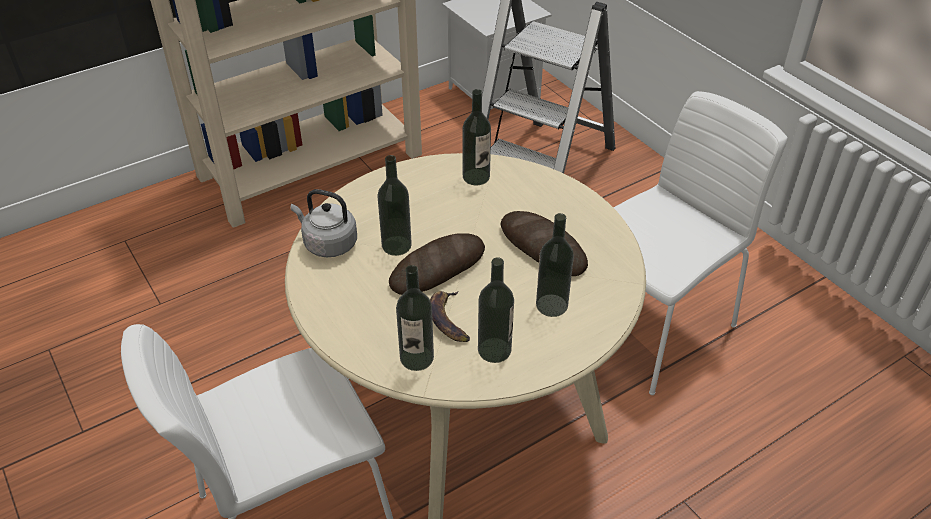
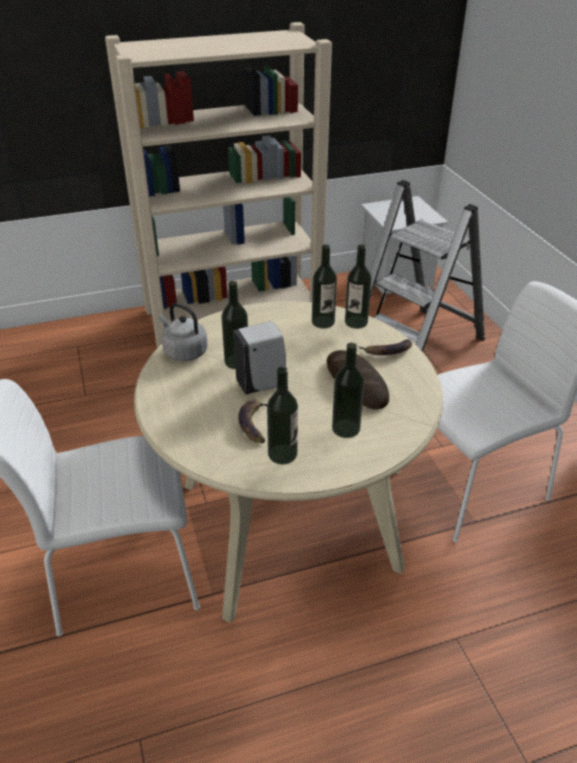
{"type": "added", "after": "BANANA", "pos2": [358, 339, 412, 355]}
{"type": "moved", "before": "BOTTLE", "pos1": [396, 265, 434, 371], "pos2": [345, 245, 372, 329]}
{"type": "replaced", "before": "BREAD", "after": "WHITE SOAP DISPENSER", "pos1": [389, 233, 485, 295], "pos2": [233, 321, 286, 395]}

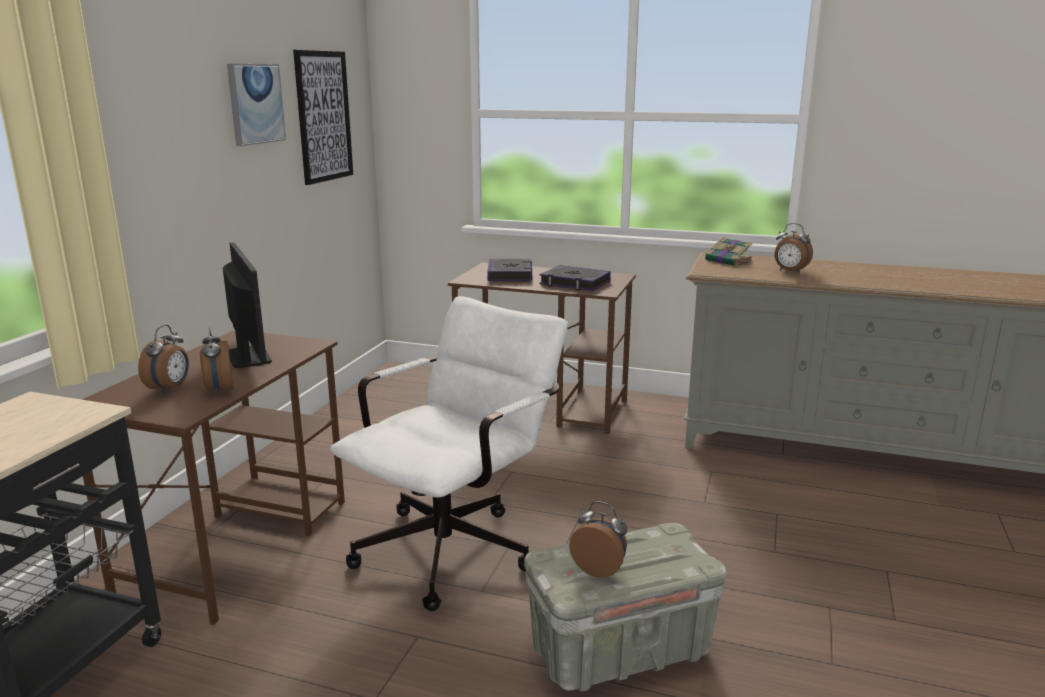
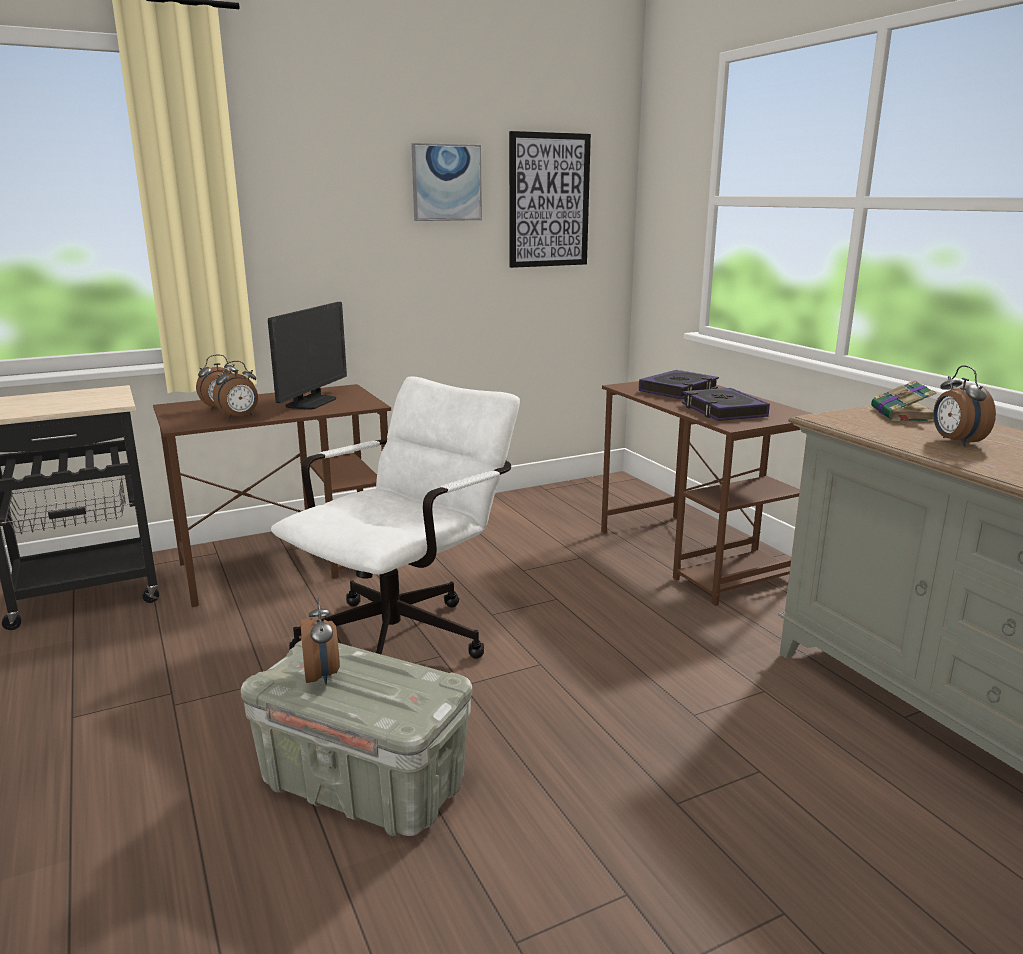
{"type": "turned", "before": "ALARM CLOCK", "pos1": [200, 326, 233, 395], "pos2": [213, 361, 258, 419], "turn": -150}
{"type": "turned", "before": "WHITE OFFICE CHAIR", "pos1": [330, 296, 568, 611], "pos2": [271, 376, 520, 659], "turn": -45}

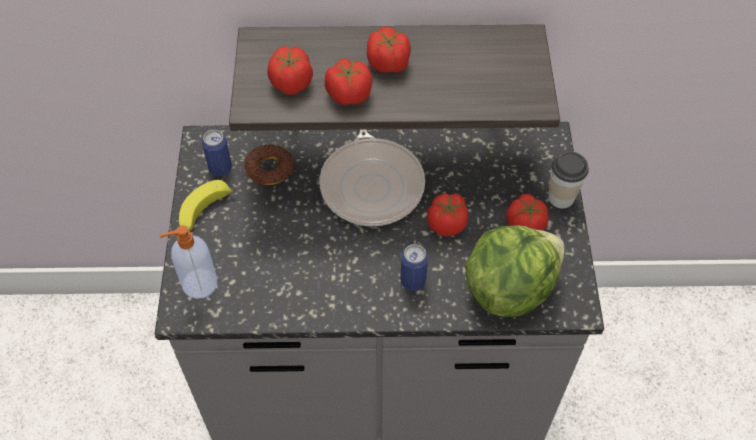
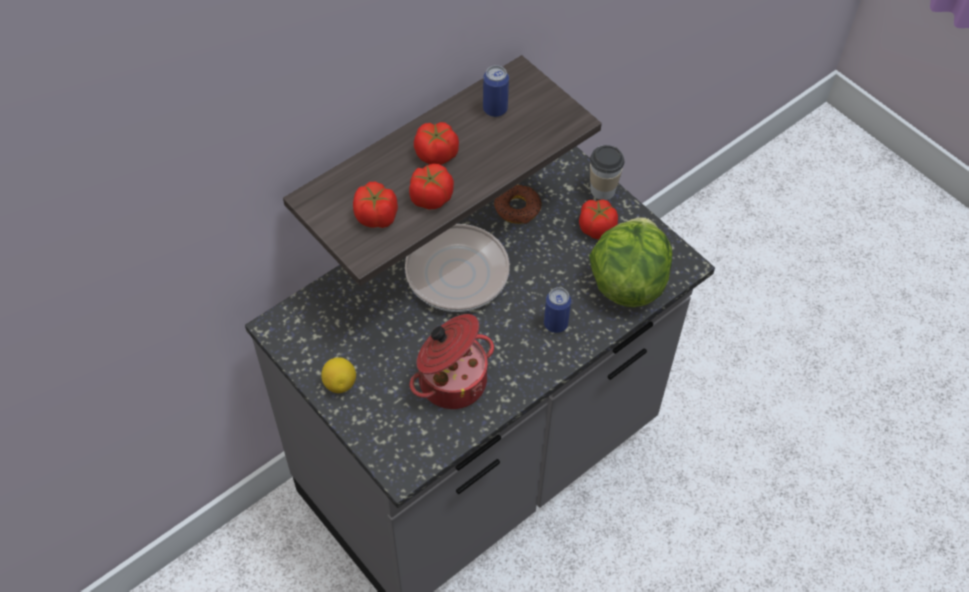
{"type": "removed", "before": "SOAP DISPENSER", "pos1": [159, 225, 217, 299]}
{"type": "removed", "before": "TOMATO", "pos1": [427, 193, 468, 237]}
{"type": "added", "after": "COOKING POT", "pos2": [410, 314, 494, 409]}
{"type": "moved", "before": "CAN", "pos1": [202, 130, 232, 176], "pos2": [483, 65, 509, 117]}
{"type": "moved", "before": "DONUT", "pos1": [244, 144, 294, 186], "pos2": [494, 185, 542, 224]}
{"type": "replaced", "before": "BANANA", "after": "LEMON", "pos1": [179, 180, 235, 232], "pos2": [321, 357, 356, 393]}

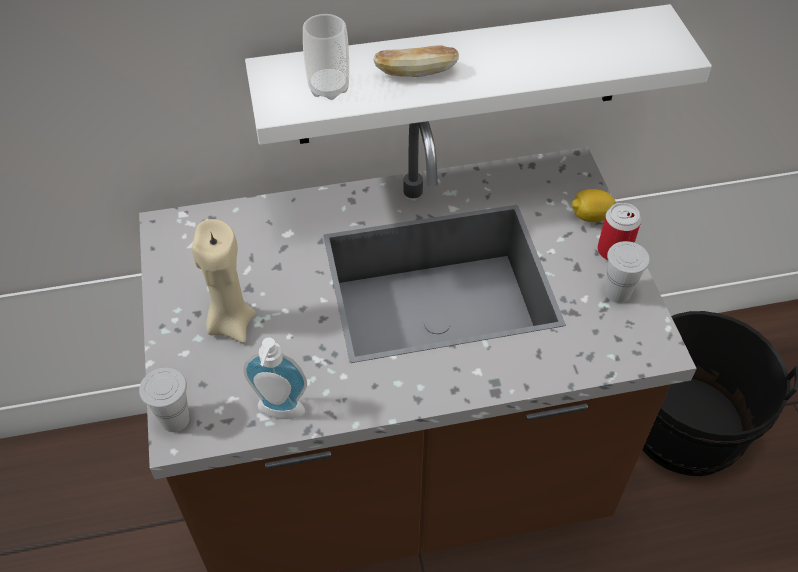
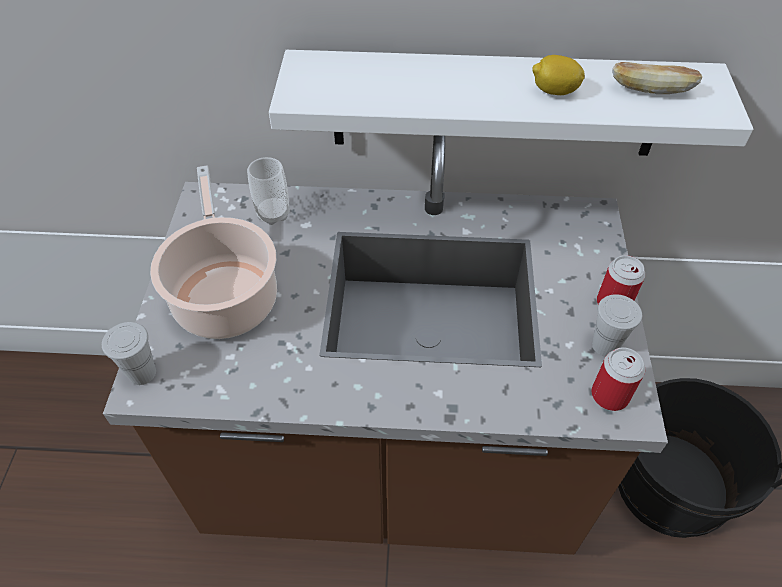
{"type": "removed", "before": "SOAP DISPENSER", "pos1": [243, 337, 307, 419]}
{"type": "added", "after": "CAN", "pos2": [591, 347, 645, 411]}
{"type": "moved", "before": "CUP", "pos1": [303, 14, 349, 100], "pos2": [247, 157, 289, 225]}
{"type": "moved", "before": "BREAD", "pos1": [373, 45, 459, 77], "pos2": [612, 62, 702, 94]}
{"type": "moved", "before": "LEMON", "pos1": [572, 189, 616, 222], "pos2": [532, 55, 585, 95]}
{"type": "replaced", "before": "BEIGE CANDLE", "after": "COOKING POT", "pos1": [192, 219, 256, 343], "pos2": [150, 165, 277, 339]}

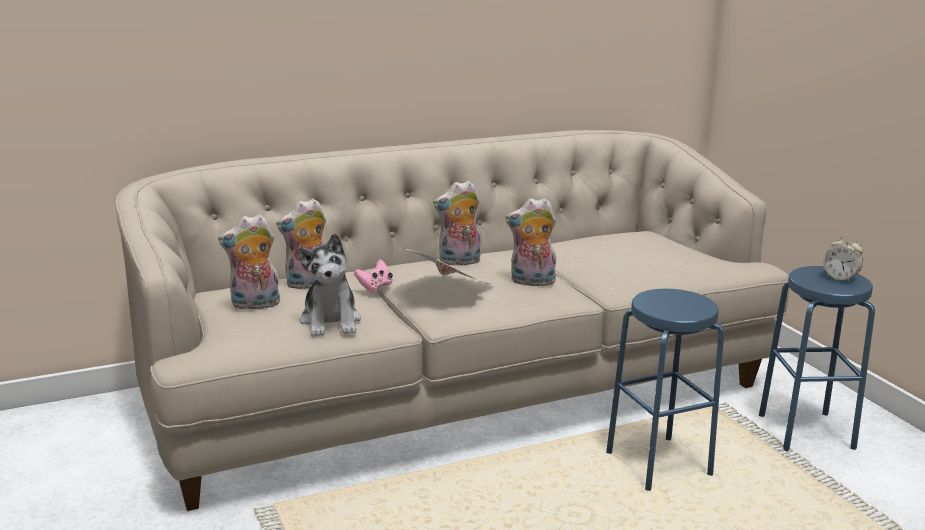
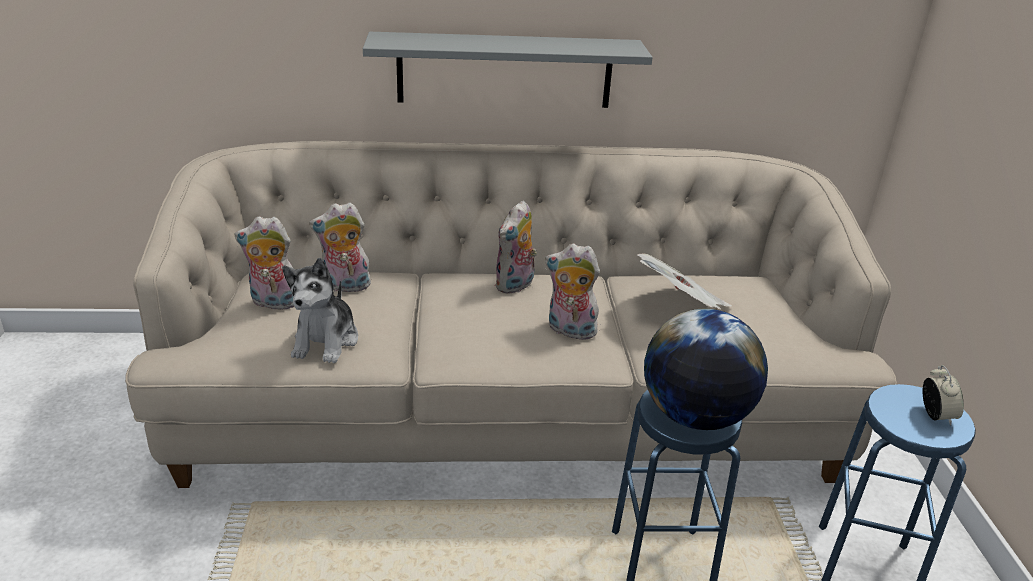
{"type": "removed", "before": "PINK GAME CONTROLLER", "pos1": [354, 259, 393, 292]}
{"type": "added", "after": "GREY SHELF", "pos2": [363, 32, 653, 108]}
{"type": "added", "after": "GLOBE", "pos2": [644, 309, 768, 430]}
{"type": "moved", "before": "NEWSPAPER", "pos1": [401, 248, 494, 284], "pos2": [637, 253, 732, 309]}
{"type": "turned", "before": "PLUSH TOY", "pos1": [433, 180, 481, 266], "pos2": [495, 201, 537, 294], "turn": -60}
{"type": "turned", "before": "ALARM CLOCK", "pos1": [823, 235, 864, 283], "pos2": [923, 365, 964, 426], "turn": -150}

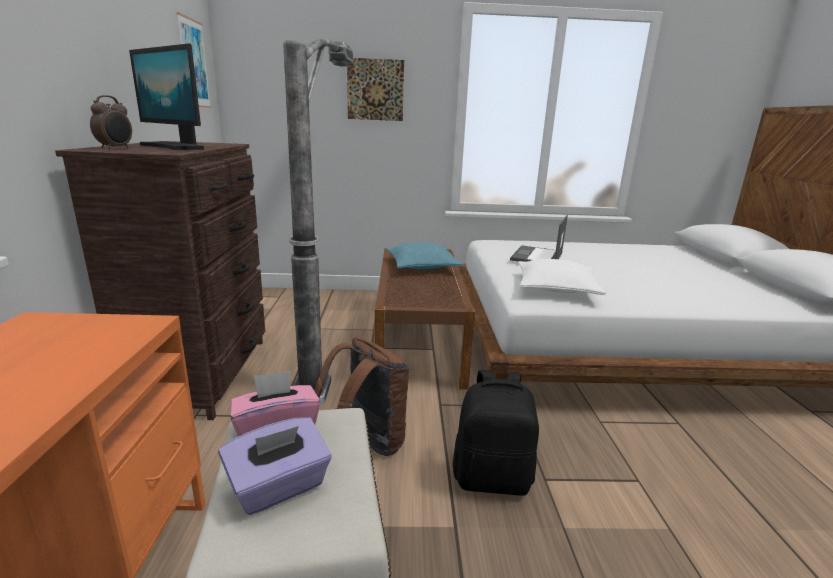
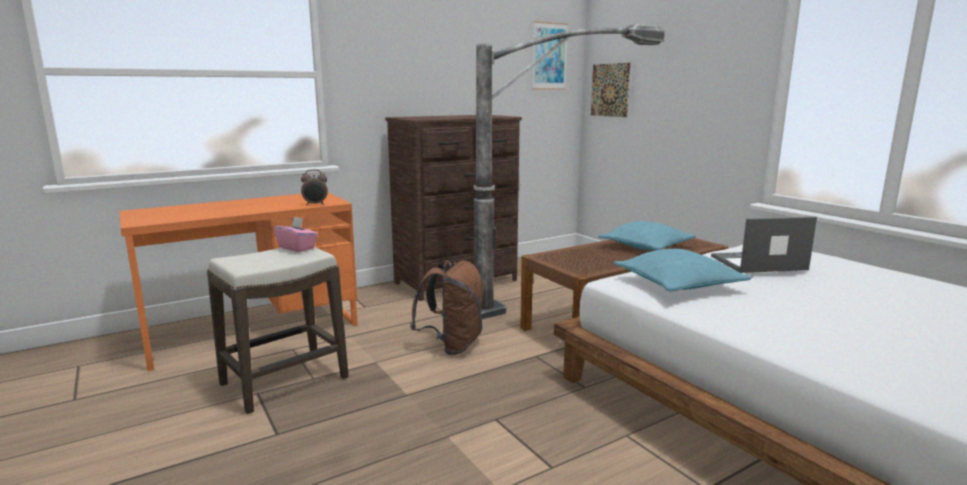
{"type": "removed", "before": "MONITOR", "pos1": [129, 43, 204, 150]}
{"type": "removed", "before": "PURPLE TISSUE BOX", "pos1": [219, 417, 331, 515]}
{"type": "removed", "before": "BLACK BACKPACK", "pos1": [453, 370, 539, 496]}
{"type": "moved", "before": "ALARM CLOCK", "pos1": [90, 95, 132, 149], "pos2": [301, 169, 328, 205]}
{"type": "moved", "before": "PICTURE", "pos1": [347, 58, 404, 121], "pos2": [591, 63, 631, 117]}
{"type": "recoloured", "before": "WHITE PILLOW", "after": "TURQUOISE PILLOW", "pos1": [518, 259, 607, 295], "pos2": [614, 249, 751, 292]}

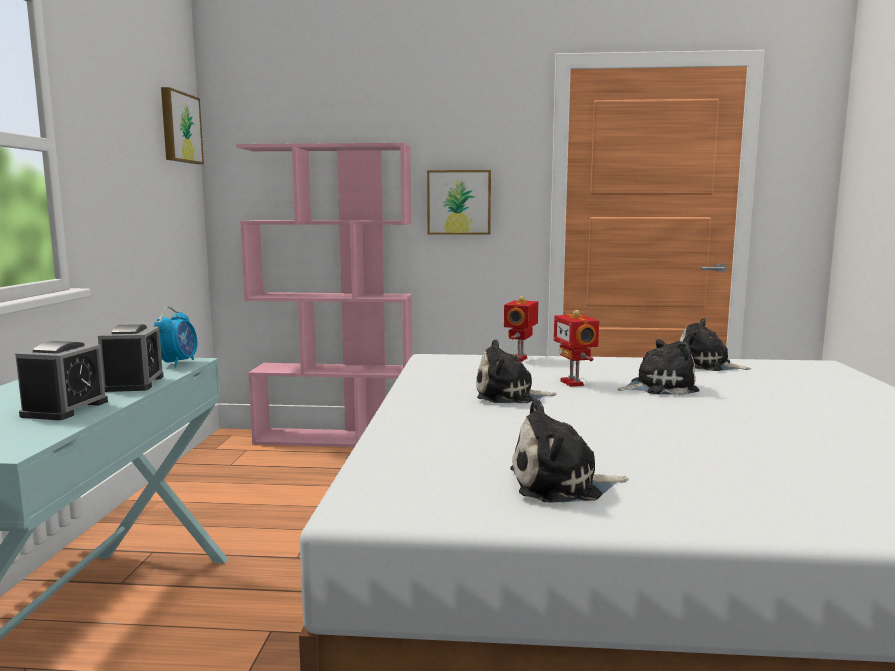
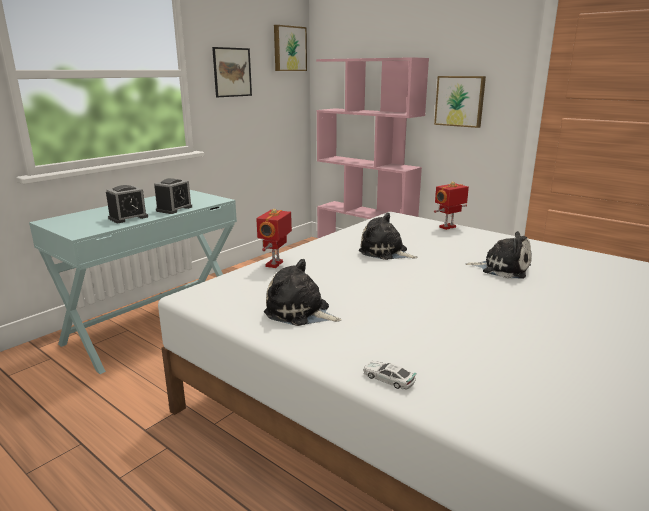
{"type": "removed", "before": "ALARM CLOCK", "pos1": [154, 306, 197, 368]}
{"type": "removed", "before": "PLUSH TOY", "pos1": [680, 318, 751, 371]}
{"type": "added", "after": "PICTURE", "pos2": [212, 47, 252, 97]}
{"type": "added", "after": "TOY CAR", "pos2": [363, 361, 417, 390]}
{"type": "moved", "before": "TOY ROBOT", "pos1": [554, 310, 599, 387], "pos2": [256, 209, 292, 268]}

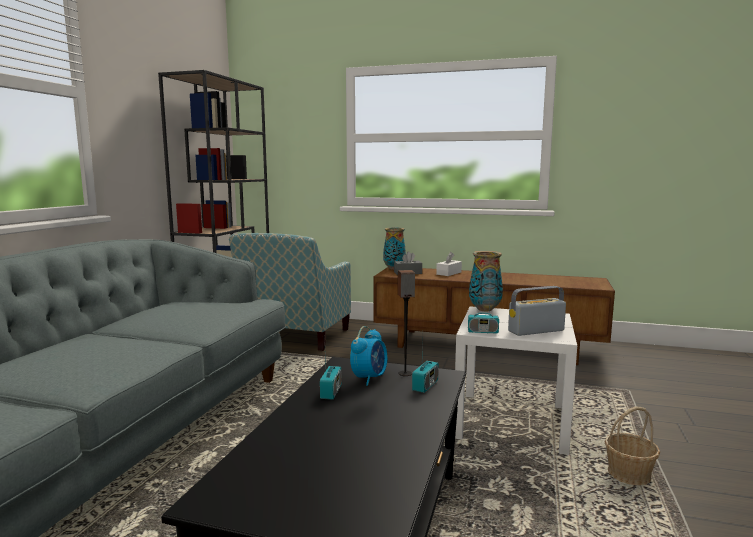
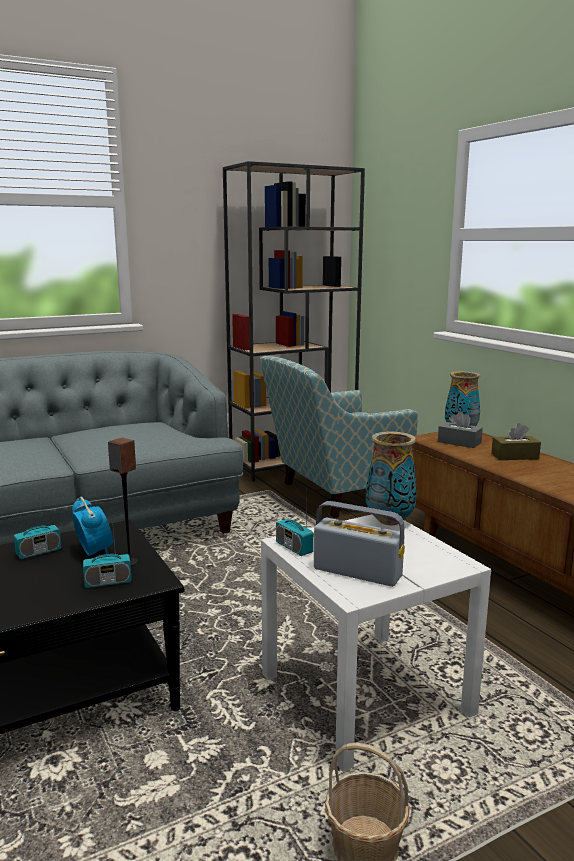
{"type": "recoloured", "before": "WHITE TISSUE BOX", "after": "BROWN TISSUE BOX", "pos1": [436, 252, 462, 276], "pos2": [491, 423, 541, 460]}
{"type": "turned", "before": "ALARM CLOCK", "pos1": [350, 326, 387, 386], "pos2": [72, 497, 113, 556], "turn": -105}

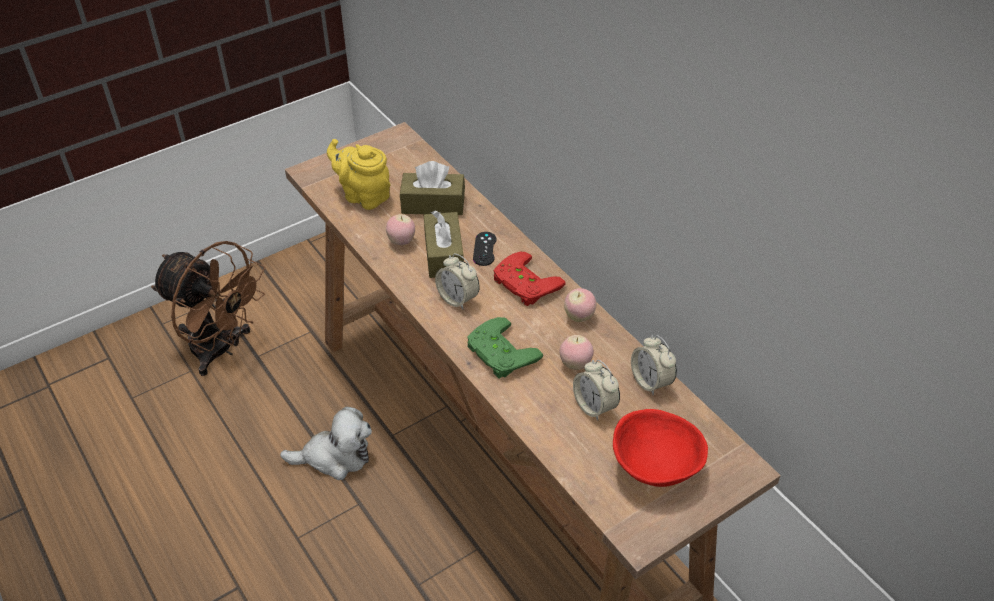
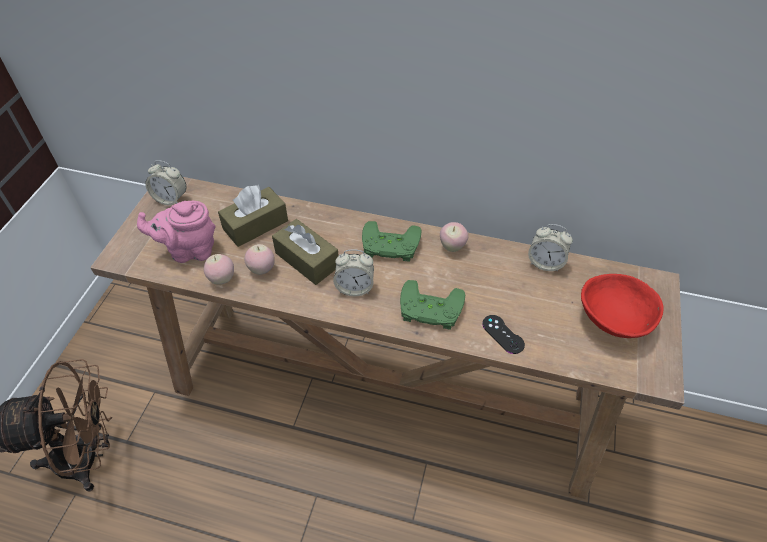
{"type": "removed", "before": "PLUSH TOY", "pos1": [280, 407, 372, 480]}
{"type": "moved", "before": "BLACK GAME CONTROLLER", "pos1": [473, 232, 497, 266], "pos2": [482, 315, 525, 354]}
{"type": "moved", "before": "APPLE", "pos1": [559, 335, 594, 370], "pos2": [204, 254, 234, 285]}
{"type": "moved", "before": "ALARM CLOCK", "pos1": [573, 360, 620, 421], "pos2": [145, 160, 187, 205]}
{"type": "recoloured", "before": "YELLOW TEAPOT", "after": "PINK TEAPOT", "pos1": [327, 139, 390, 210], "pos2": [137, 201, 216, 263]}
{"type": "recoloured", "before": "RED GAME CONTROLLER", "after": "GREEN GAME CONTROLLER", "pos1": [494, 252, 566, 306], "pos2": [362, 221, 421, 262]}

